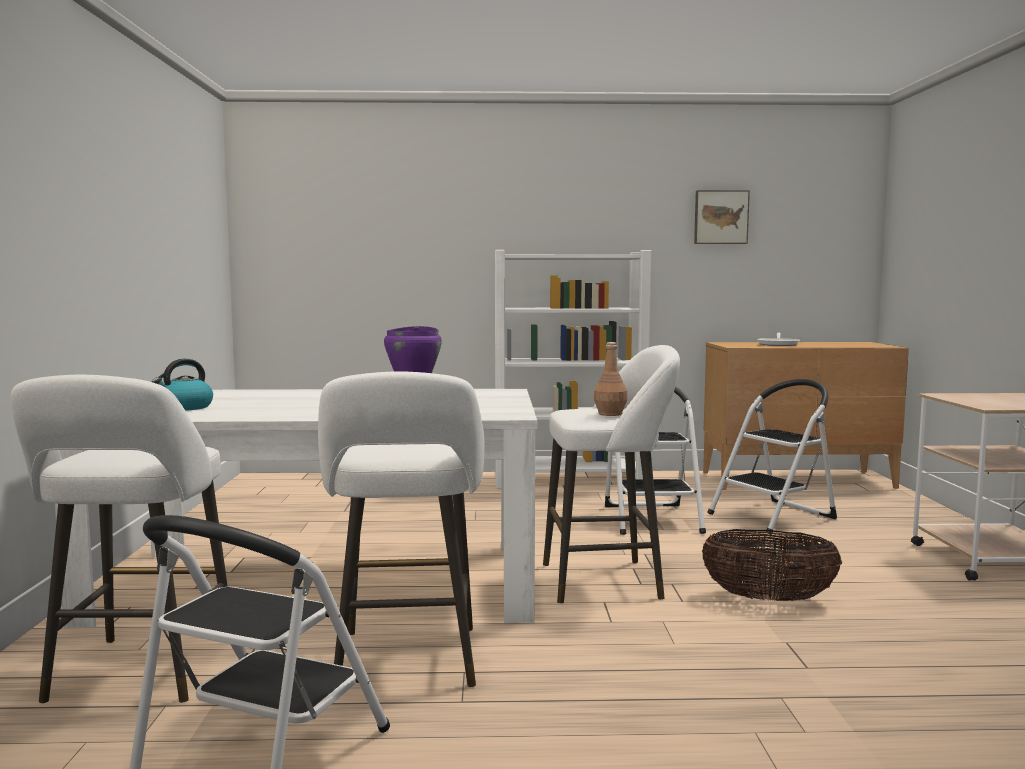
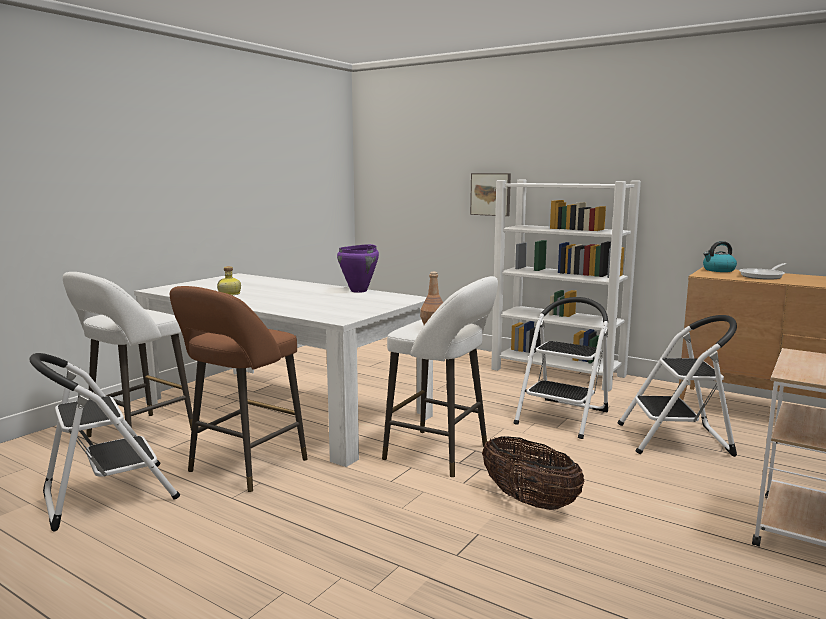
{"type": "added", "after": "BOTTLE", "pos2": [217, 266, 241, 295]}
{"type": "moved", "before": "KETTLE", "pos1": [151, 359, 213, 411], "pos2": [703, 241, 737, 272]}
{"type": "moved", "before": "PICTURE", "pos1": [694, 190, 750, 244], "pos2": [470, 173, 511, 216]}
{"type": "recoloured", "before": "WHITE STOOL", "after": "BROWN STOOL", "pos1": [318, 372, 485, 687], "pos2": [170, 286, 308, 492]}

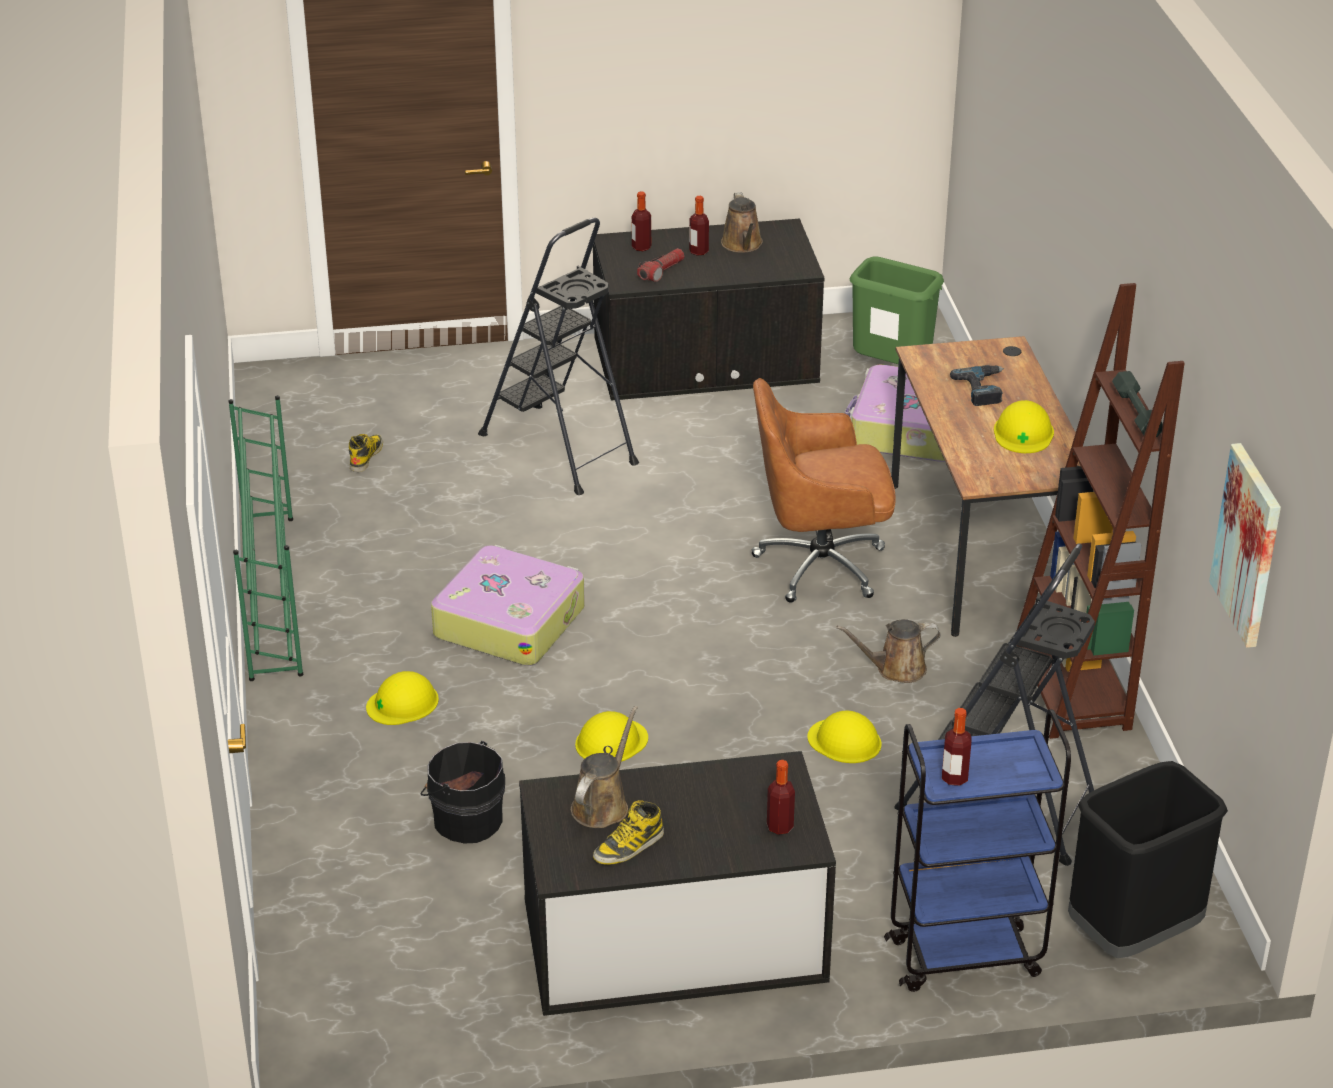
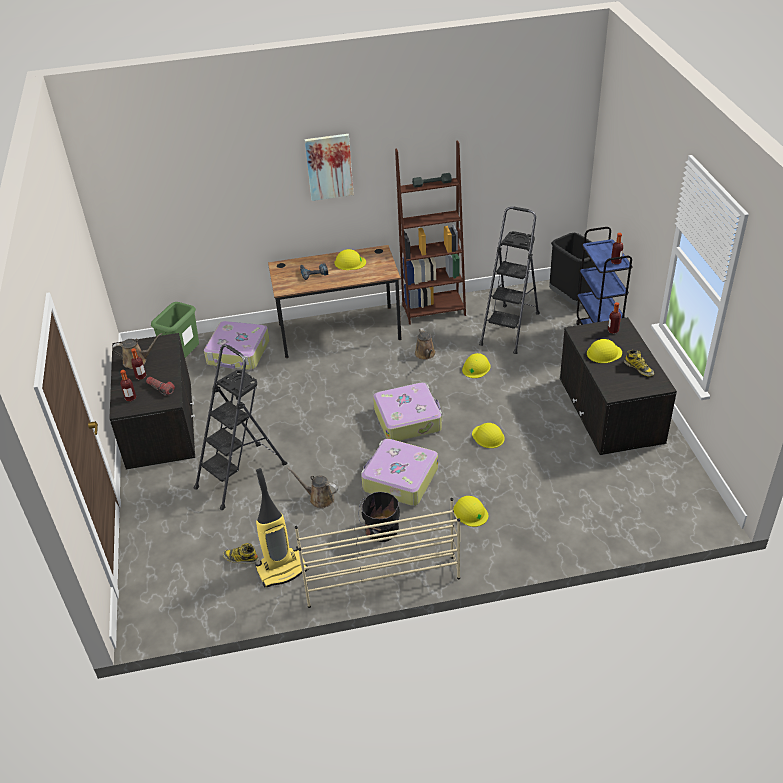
{"type": "removed", "before": "BROWN OFFICE CHAIR", "pos1": [752, 378, 896, 603]}
{"type": "added", "after": "VACUUM CLEANER", "pos2": [255, 468, 308, 588]}
{"type": "added", "after": "SUITCASE", "pos2": [373, 383, 442, 441]}
{"type": "added", "after": "YELLOW HARD HAT", "pos2": [587, 339, 622, 363]}
{"type": "moved", "before": "BLACK BUCKET", "pos1": [421, 741, 505, 844], "pos2": [358, 492, 400, 542]}
{"type": "moved", "before": "BROWN WATERING CAN", "pos1": [571, 706, 638, 828], "pos2": [287, 467, 338, 508]}
{"type": "moved", "before": "PICTURE", "pos1": [1209, 443, 1281, 648], "pos2": [305, 134, 354, 201]}
{"type": "recoloured", "before": "GREEN SHOE RACK", "after": "BEIGE SHOE RACK", "pos1": [228, 395, 304, 681], "pos2": [295, 498, 460, 608]}

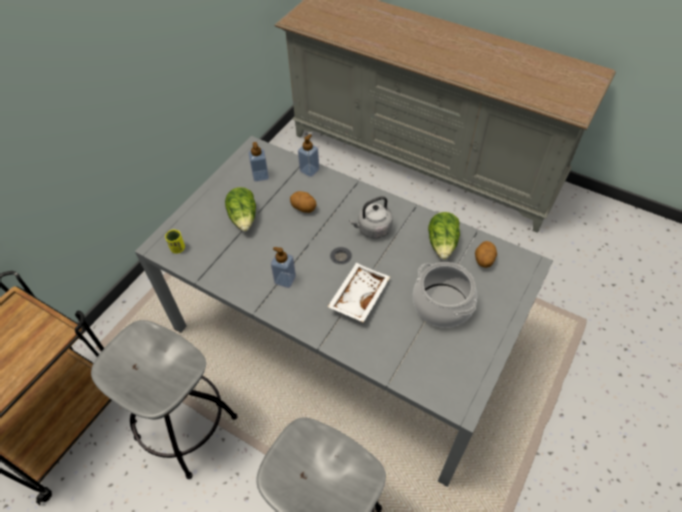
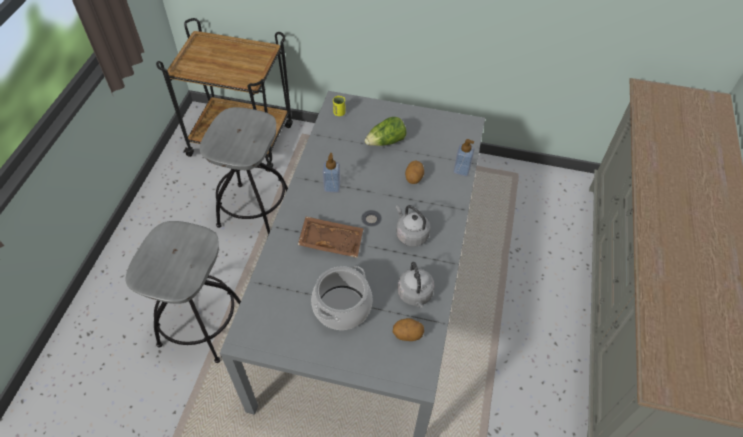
{"type": "removed", "before": "SOAP DISPENSER", "pos1": [248, 142, 269, 182]}
{"type": "replaced", "before": "LETTUCE", "after": "GREY KETTLE", "pos1": [428, 212, 460, 260], "pos2": [398, 262, 434, 308]}
{"type": "recoloured", "before": "WHITE TRAY", "after": "BROWN TRAY", "pos1": [327, 263, 390, 322], "pos2": [298, 216, 364, 258]}

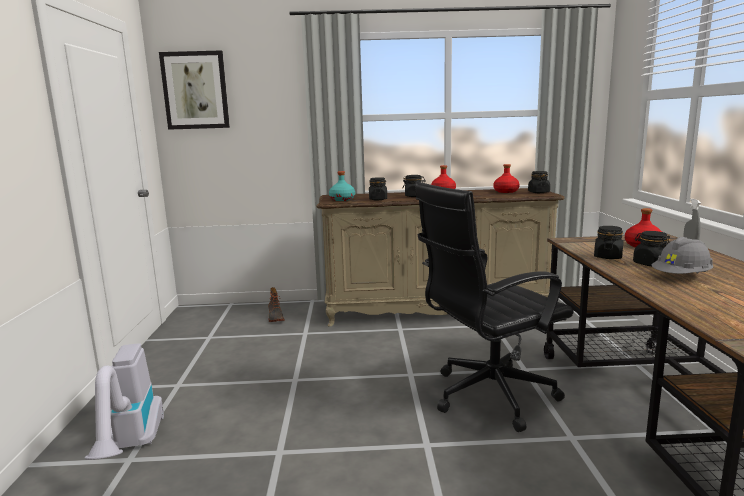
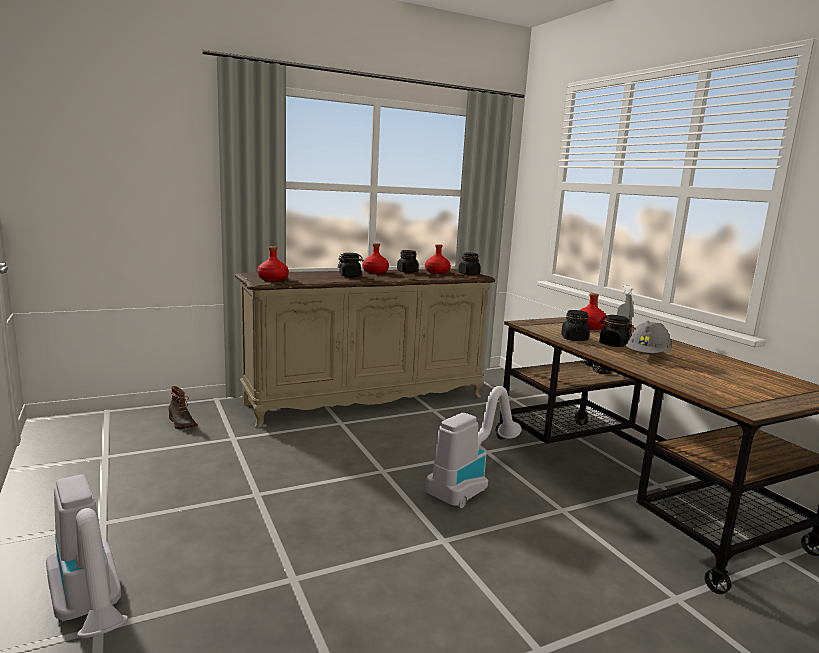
{"type": "removed", "before": "PICTURE", "pos1": [159, 50, 230, 130]}
{"type": "moved", "before": "BLACK JAR", "pos1": [369, 177, 387, 200], "pos2": [397, 250, 419, 273]}
{"type": "replaced", "before": "BLACK OFFICE CHAIR", "after": "VACUUM CLEANER", "pos1": [415, 181, 573, 432], "pos2": [426, 386, 521, 508]}
{"type": "recoloured", "before": "TURQUOISE BOTTLE", "after": "RED BOTTLE", "pos1": [329, 171, 355, 201], "pos2": [257, 246, 289, 281]}

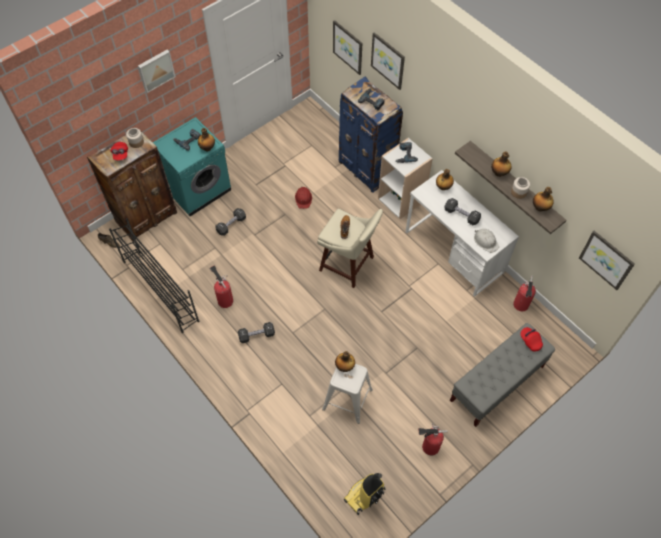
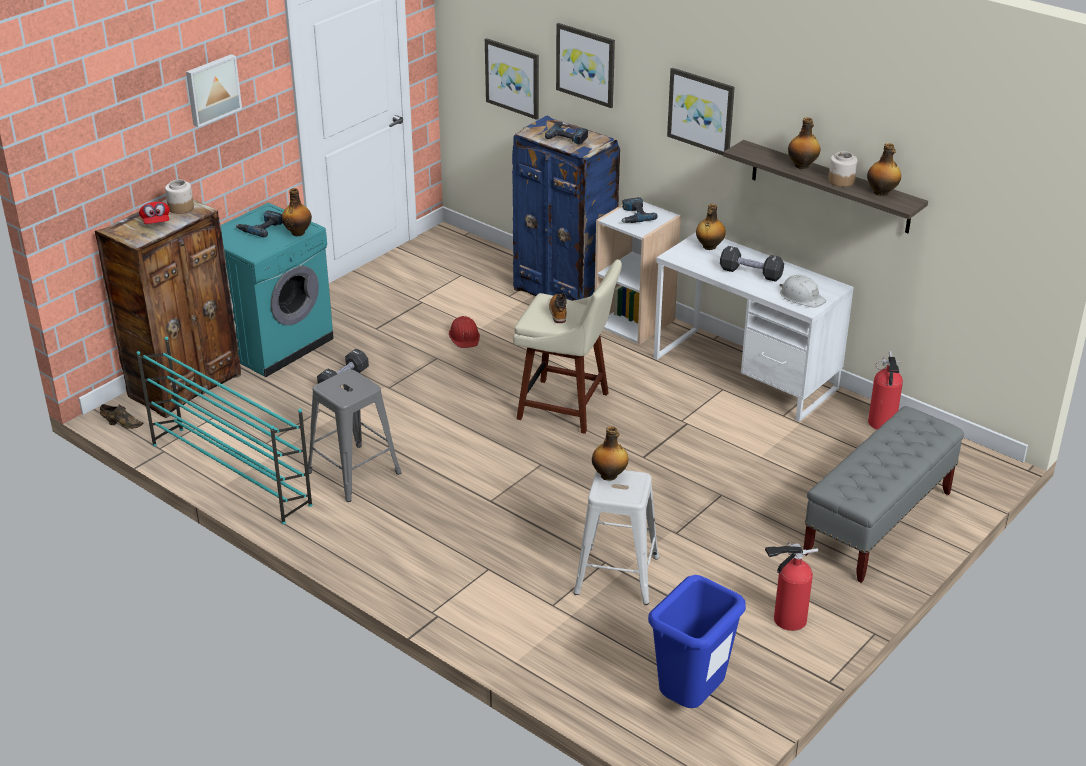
{"type": "removed", "before": "BLACK DUMBBELL", "pos1": [238, 322, 275, 343]}
{"type": "removed", "before": "RED CAP", "pos1": [520, 327, 543, 352]}
{"type": "moved", "before": "PICTURE", "pos1": [579, 231, 635, 290], "pos2": [667, 68, 735, 155]}
{"type": "replaced", "before": "FIRE EXTINGUISHER", "after": "GREY STOOL", "pos1": [209, 266, 233, 308], "pos2": [308, 369, 402, 502]}
{"type": "replaced", "before": "VACUUM CLEANER", "after": "BLUE TRASH CAN", "pos1": [344, 473, 386, 515], "pos2": [648, 575, 746, 708]}
{"type": "recoloured", "before": "BLACK SHOE RACK", "after": "TURQUOISE SHOE RACK", "pos1": [109, 218, 199, 333], "pos2": [136, 337, 313, 524]}

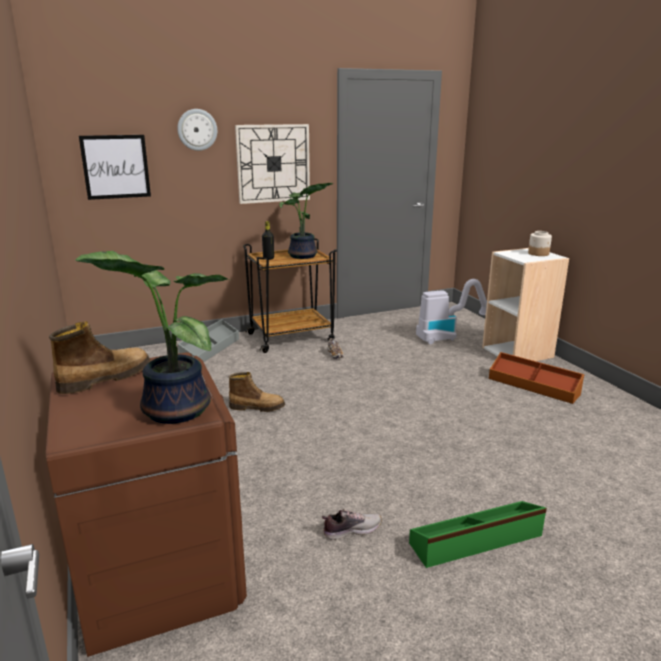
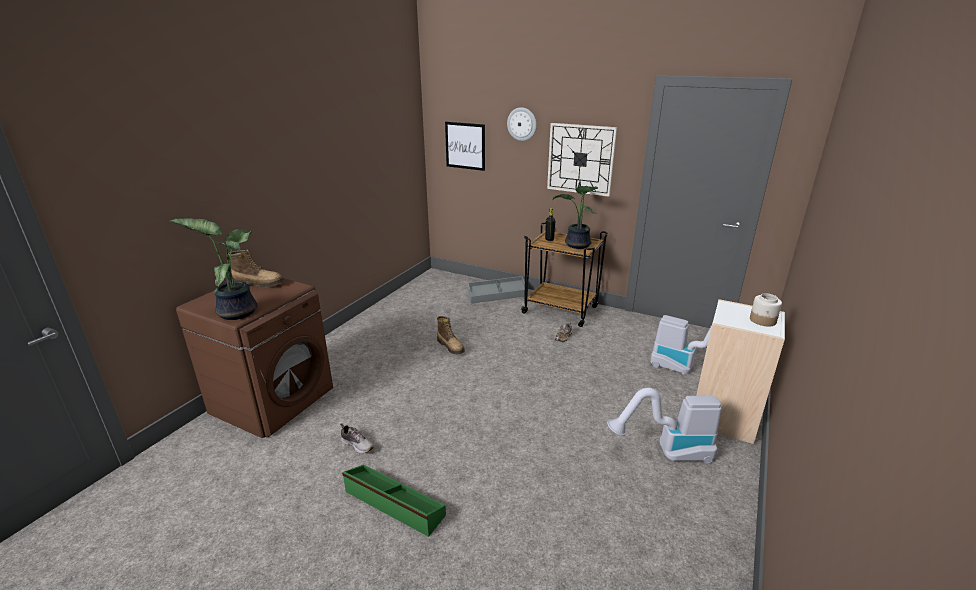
{"type": "replaced", "before": "BROWN STORAGE BOX", "after": "VACUUM CLEANER", "pos1": [489, 352, 584, 404], "pos2": [607, 388, 722, 464]}

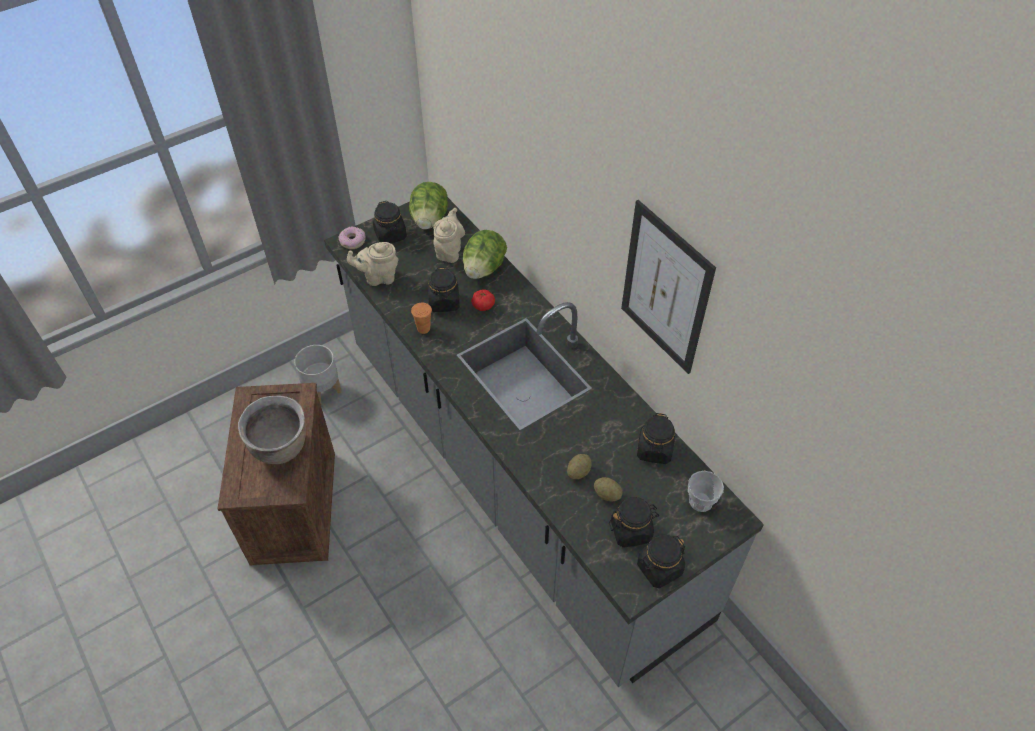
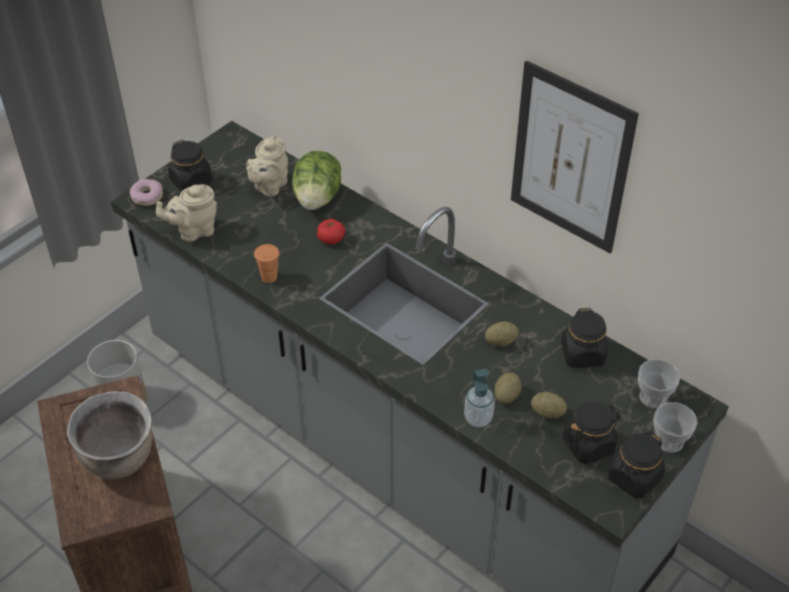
{"type": "removed", "before": "LETTUCE", "pos1": [409, 182, 448, 229]}
{"type": "removed", "before": "BLACK JAR", "pos1": [428, 267, 460, 312]}
{"type": "added", "after": "SOAP DISPENSER", "pos2": [464, 368, 495, 427]}
{"type": "added", "after": "POTATO", "pos2": [485, 321, 519, 347]}
{"type": "added", "after": "CUP", "pos2": [654, 402, 698, 453]}
{"type": "turned", "before": "BEIGE TEAPOT", "pos1": [433, 208, 465, 263], "pos2": [246, 135, 288, 197], "turn": -150}

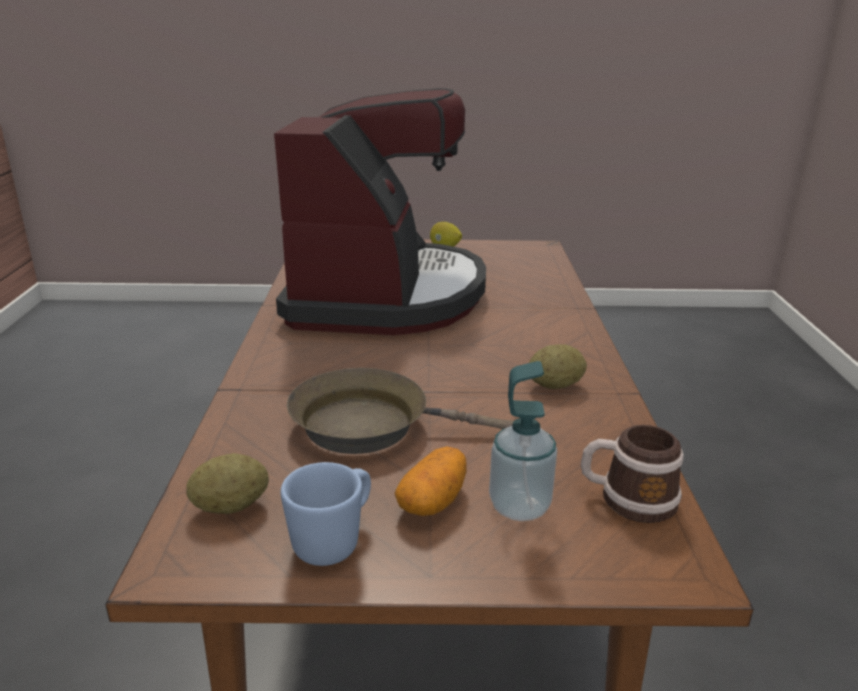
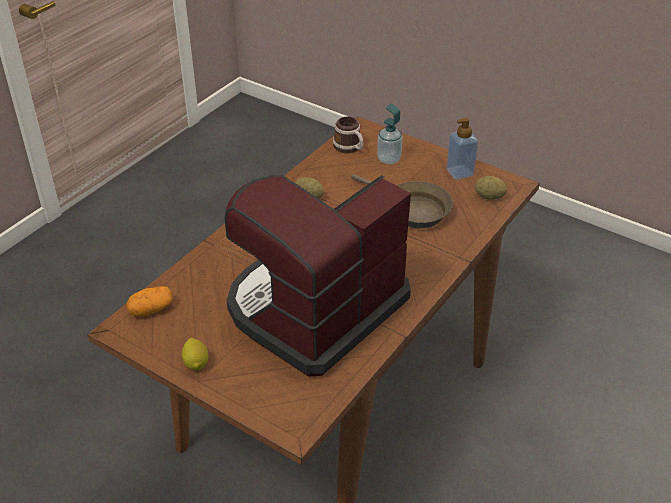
{"type": "moved", "before": "POTATO", "pos1": [394, 446, 467, 516], "pos2": [126, 286, 173, 316]}
{"type": "replaced", "before": "BLUE MUG", "after": "SOAP DISPENSER", "pos1": [281, 462, 371, 566], "pos2": [447, 118, 478, 180]}

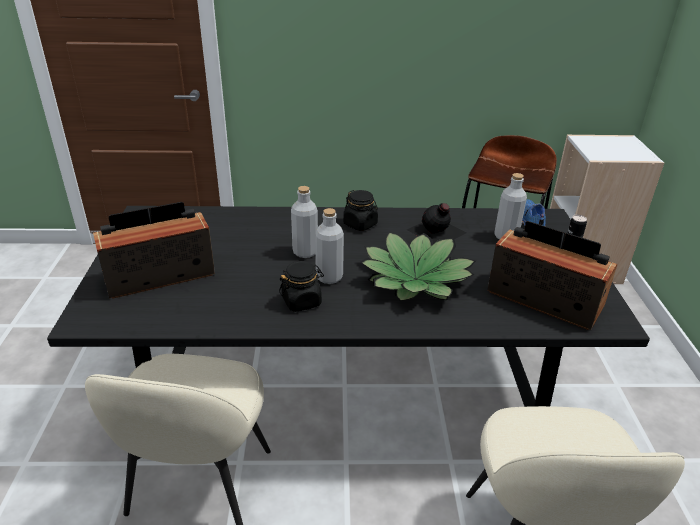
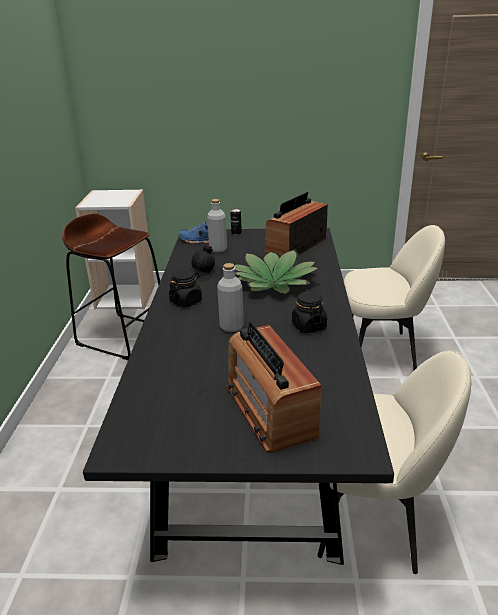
{"type": "removed", "before": "GREY BOTTLE", "pos1": [315, 208, 344, 284]}

